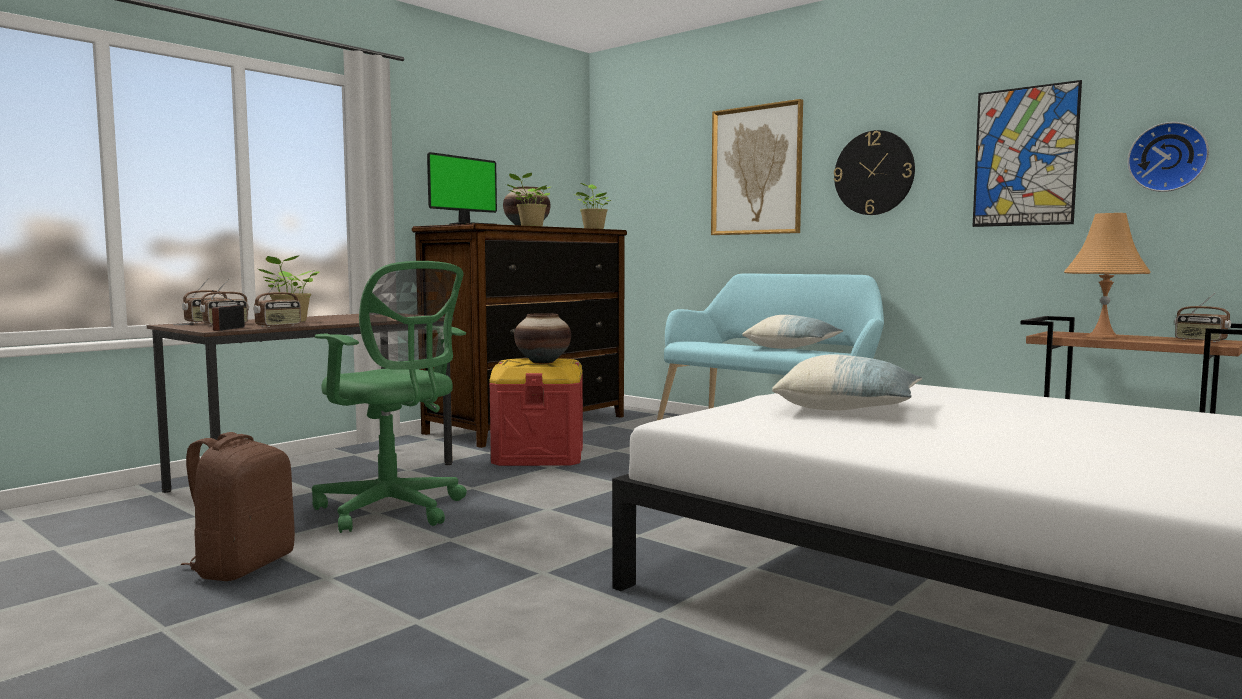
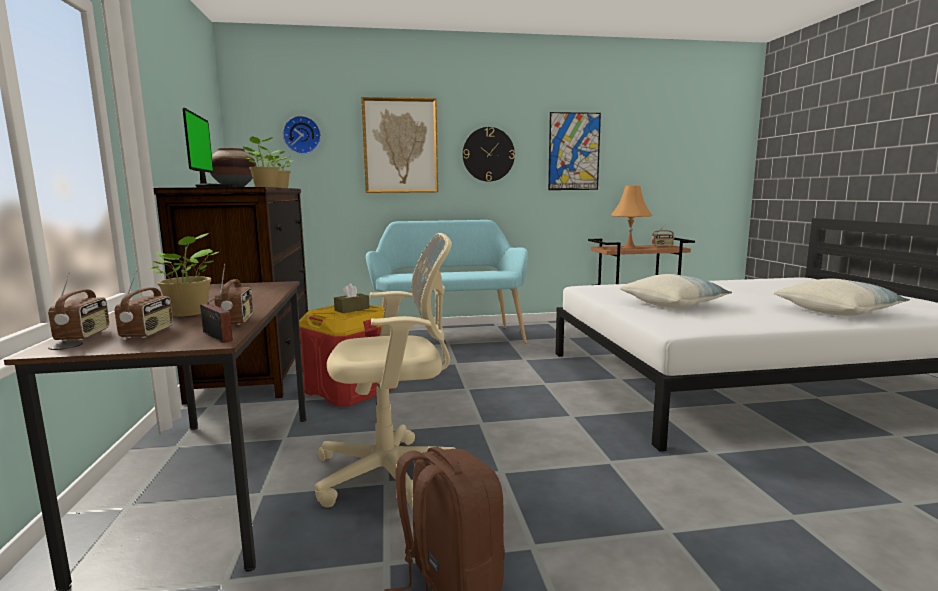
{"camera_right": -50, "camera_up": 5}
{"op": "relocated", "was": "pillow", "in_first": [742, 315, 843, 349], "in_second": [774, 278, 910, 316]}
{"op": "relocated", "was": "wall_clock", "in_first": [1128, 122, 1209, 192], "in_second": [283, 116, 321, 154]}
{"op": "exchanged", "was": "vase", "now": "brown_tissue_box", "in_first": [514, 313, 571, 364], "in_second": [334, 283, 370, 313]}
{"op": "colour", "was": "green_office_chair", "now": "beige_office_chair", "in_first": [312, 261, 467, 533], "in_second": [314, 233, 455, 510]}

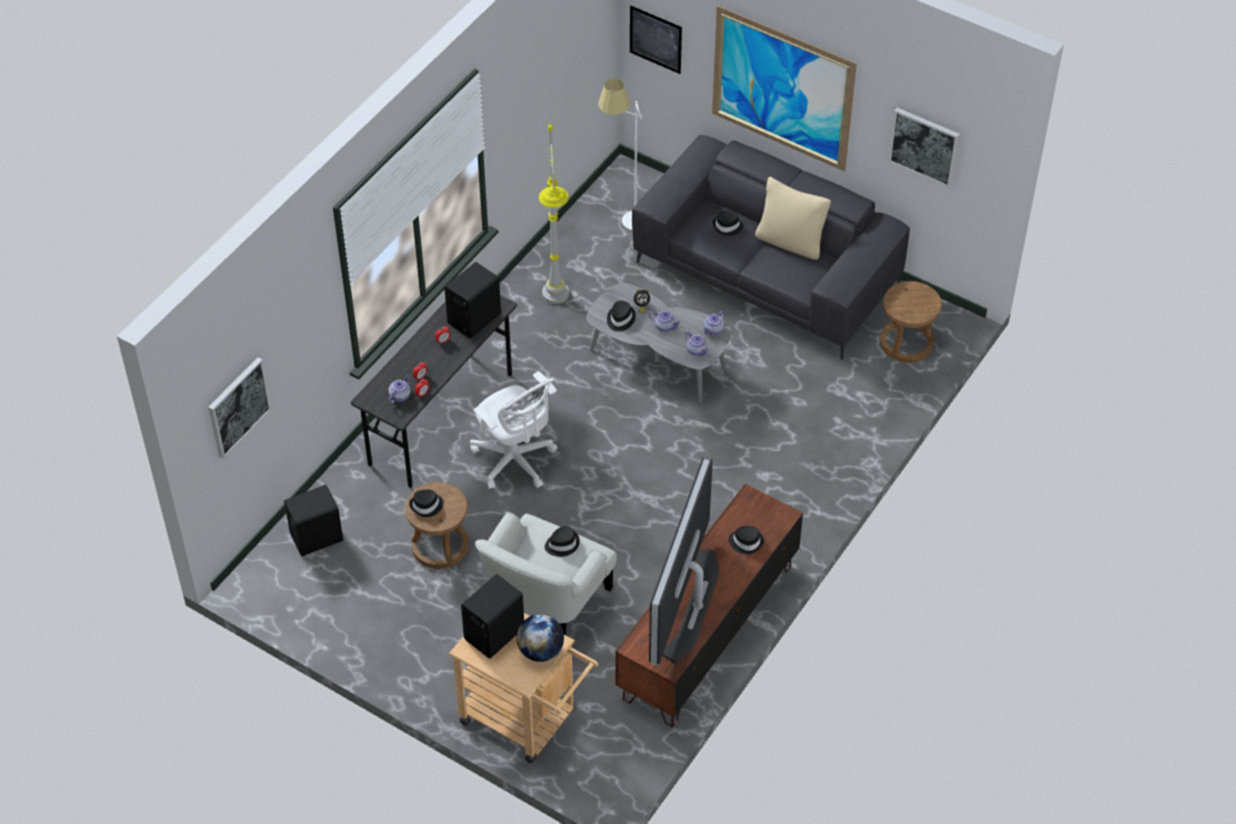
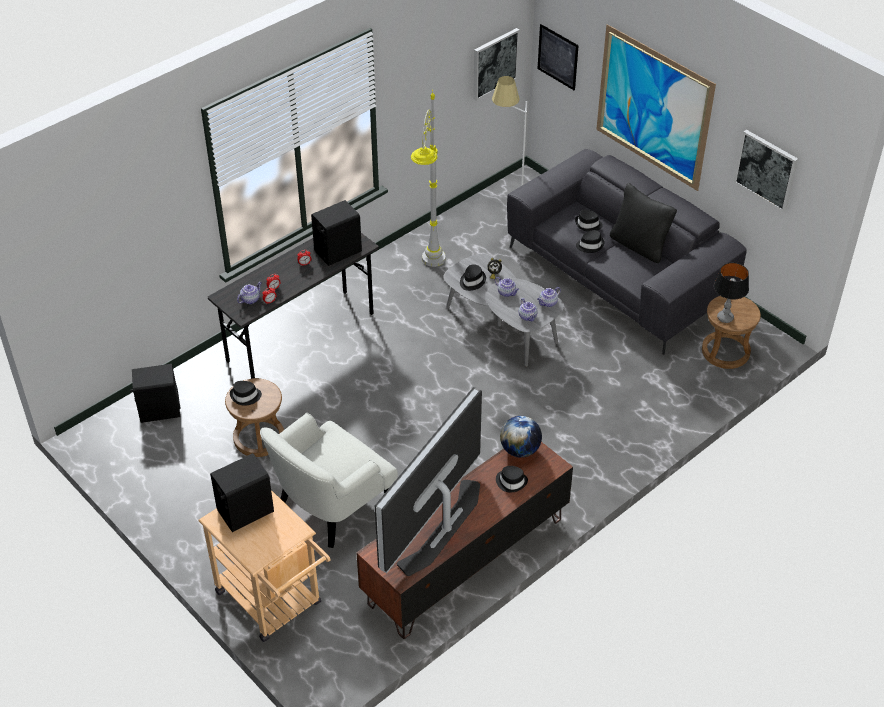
{"camera_right": 15, "camera_up": -5}
{"op": "missing", "was": "white_office_chair", "in_first": [470, 371, 558, 489]}
{"op": "appeared", "now": "table_lamp", "in_second": [714, 263, 749, 323]}
{"op": "relocated", "was": "picture", "in_first": [208, 357, 271, 459], "in_second": [473, 28, 520, 101]}
{"op": "relocated", "was": "globe", "in_first": [517, 614, 564, 662], "in_second": [500, 416, 542, 458]}
{"op": "relocated", "was": "black_hat", "in_first": [545, 526, 580, 557], "in_second": [576, 230, 605, 253]}
{"op": "colour", "was": "beige_pillow", "now": "black_pillow", "in_first": [755, 177, 831, 260], "in_second": [610, 183, 677, 263]}

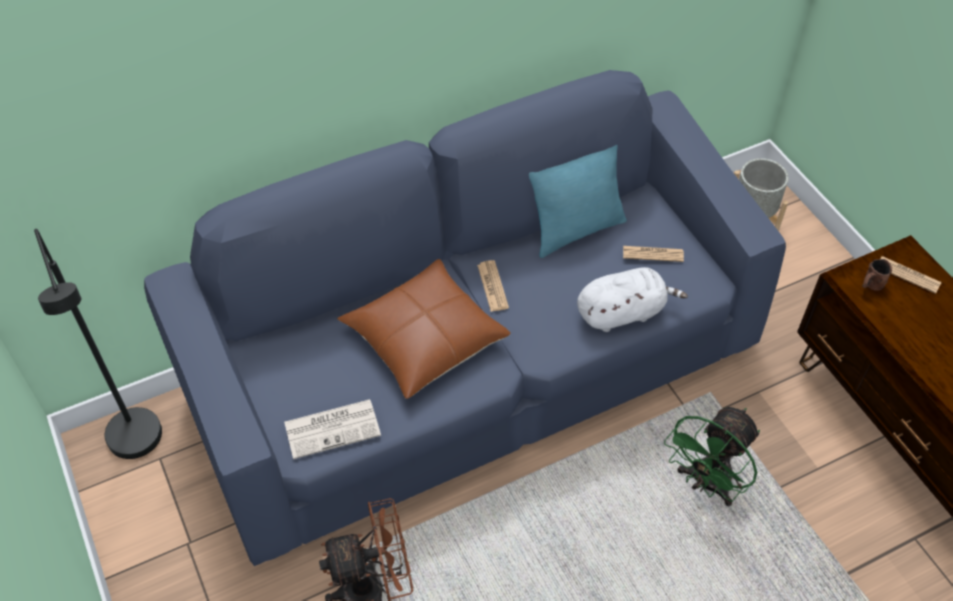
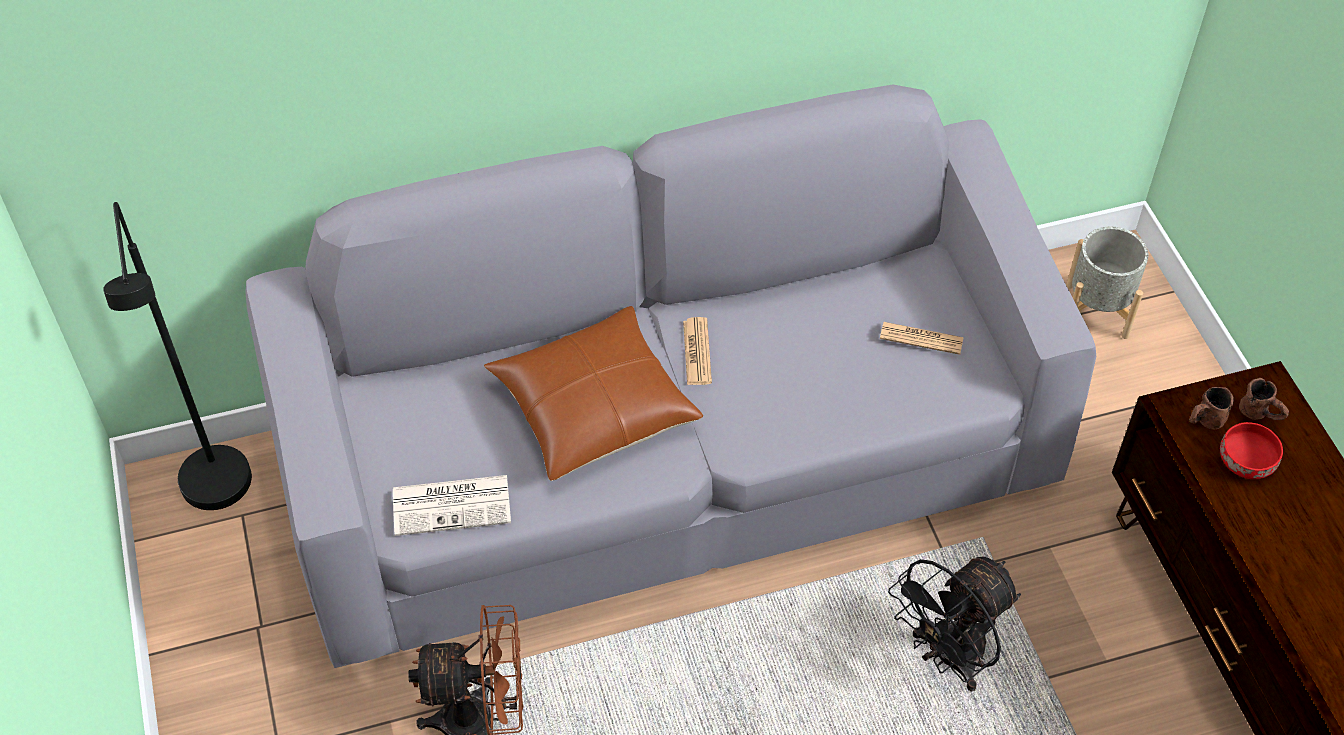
{"camera_right": 10, "camera_up": 0}
{"op": "missing", "was": "turquoise_pillow", "in_first": [529, 145, 627, 258]}
{"op": "missing", "was": "white_plush_toy", "in_first": [577, 267, 688, 332]}
{"op": "appeared", "now": "red_bowl", "in_second": [1220, 422, 1283, 479]}
{"op": "exchanged", "was": "newspaper", "now": "brown_mug", "in_first": [880, 256, 942, 294], "in_second": [1239, 378, 1289, 420]}
{"op": "colour", "was": "blue_sofa", "now": "grey_sofa", "in_first": [144, 70, 786, 566], "in_second": [245, 85, 1096, 668]}
{"op": "colour", "was": "green_fan", "now": "black_fan", "in_first": [664, 407, 760, 506], "in_second": [888, 557, 1021, 691]}

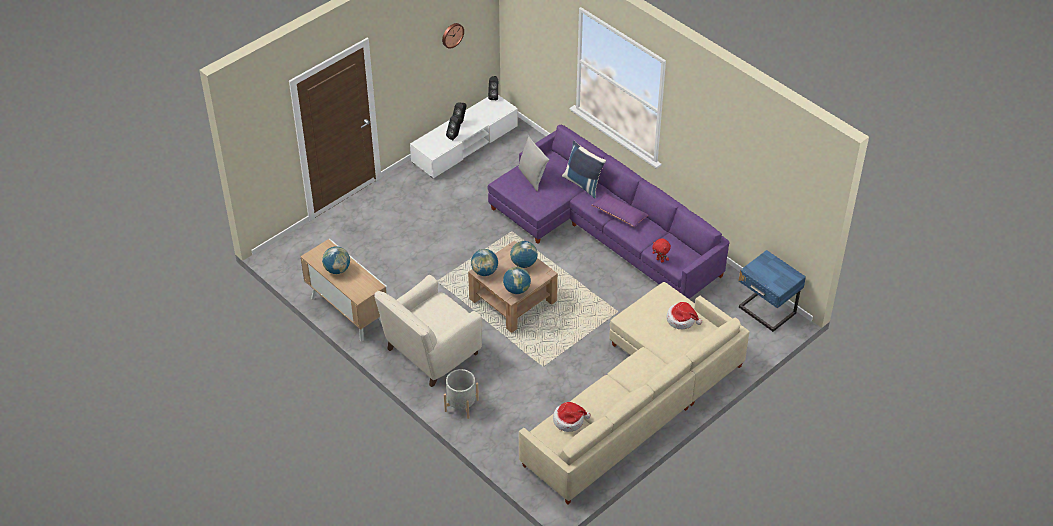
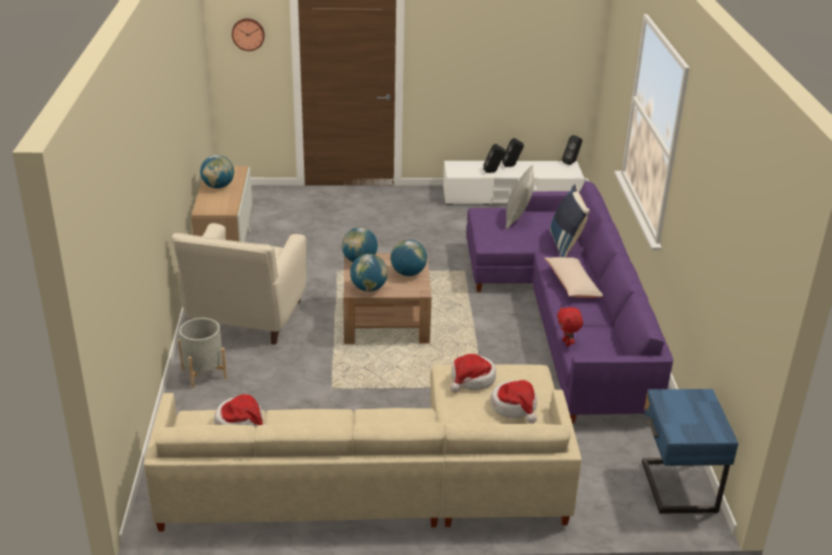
{"camera_right": 40, "camera_up": -15}
{"op": "appeared", "now": "hat", "in_second": [450, 354, 496, 393]}
{"op": "relocated", "was": "wall_clock", "in_first": [442, 23, 464, 49], "in_second": [232, 18, 265, 51]}
{"op": "colour", "was": "purple_pillow", "now": "beige_pillow", "in_first": [591, 193, 648, 227], "in_second": [544, 257, 603, 298]}
{"op": "spun", "was": "beige_armchair", "in_first": [375, 275, 482, 387], "in_second": [172, 223, 306, 345], "clockwise": -75}

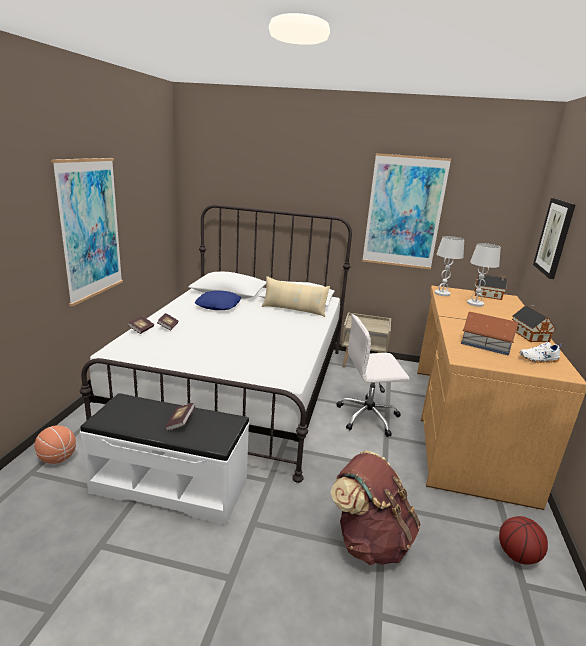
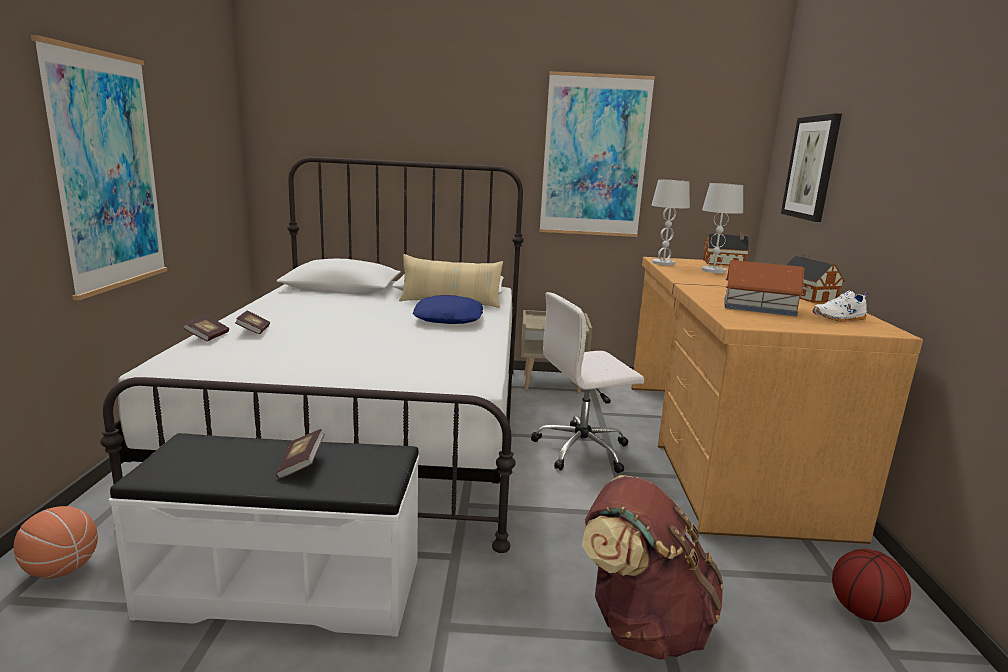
{"camera_right": -10, "camera_up": -5}
{"op": "relocated", "was": "blue_pillow", "in_first": [195, 290, 241, 310], "in_second": [413, 295, 483, 324]}

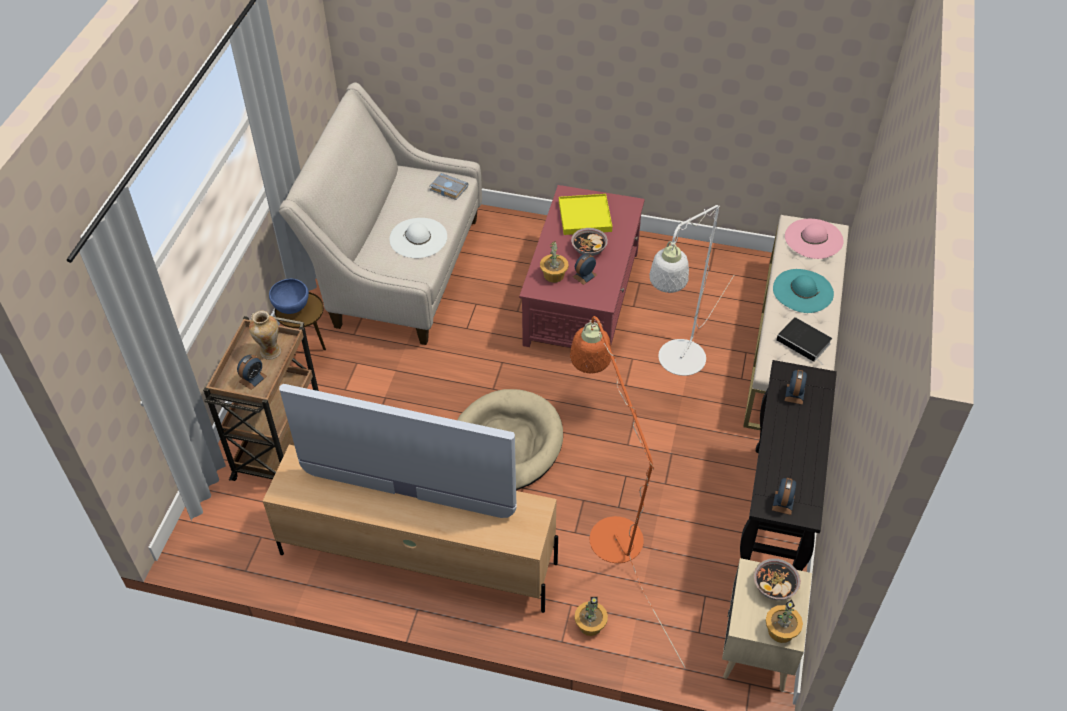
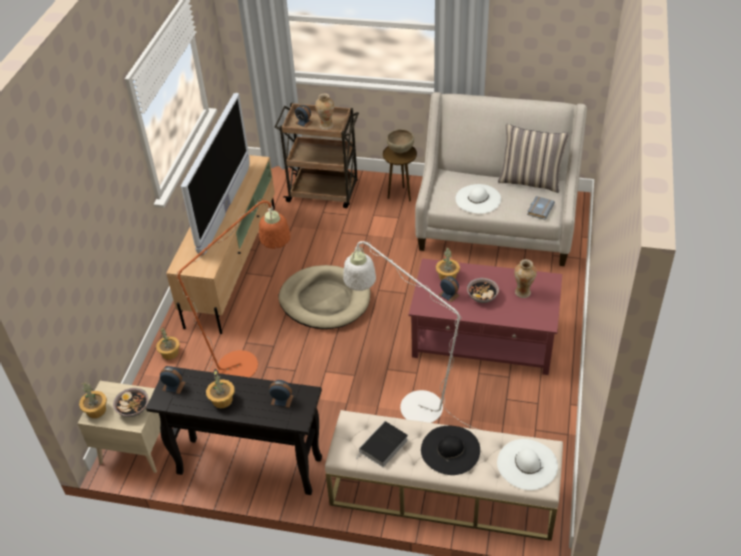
{"camera_right": 90, "camera_up": -5}
{"op": "appeared", "now": "potted_plant", "in_second": [206, 369, 235, 408]}
{"op": "appeared", "now": "pillow", "in_second": [498, 124, 570, 193]}
{"op": "exchanged", "was": "yellow_tray", "now": "vase", "in_first": [559, 194, 612, 235], "in_second": [514, 259, 537, 298]}
{"op": "colour", "was": "blue_bowl", "now": "brown_bowl", "in_first": [269, 279, 309, 314], "in_second": [387, 129, 414, 153]}
{"op": "colour", "was": "turquoise_hat", "now": "black_hat", "in_first": [773, 269, 834, 313], "in_second": [421, 426, 480, 475]}
{"op": "colour", "was": "pink_hat", "now": "white_hat", "in_first": [785, 219, 844, 259], "in_second": [497, 439, 558, 490]}

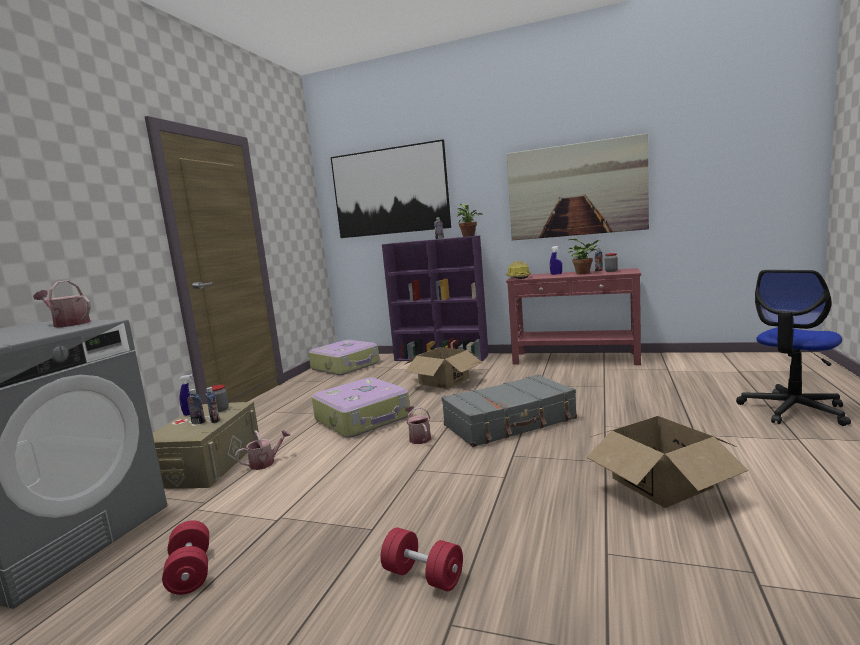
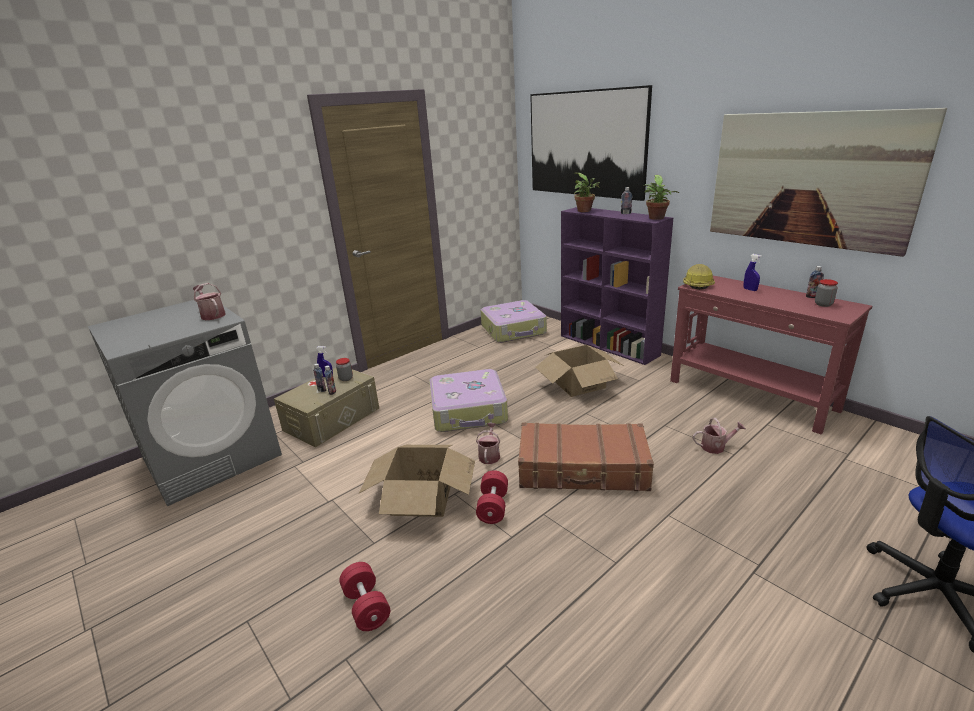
{"camera_right": 30, "camera_up": 15}
{"op": "relocated", "was": "red_dumbbell", "in_first": [162, 520, 209, 595], "in_second": [476, 470, 508, 524]}
{"op": "relocated", "was": "watering_can", "in_first": [235, 430, 290, 470], "in_second": [693, 418, 746, 454]}
{"op": "relocated", "was": "potted_plant", "in_first": [567, 239, 601, 274], "in_second": [573, 173, 600, 212]}
{"op": "relocated", "was": "cardboard_box", "in_first": [587, 416, 748, 508], "in_second": [359, 445, 475, 517]}
{"op": "colour", "was": "grey_suitcase", "now": "brown_suitcase", "in_first": [441, 374, 577, 447], "in_second": [518, 422, 654, 491]}

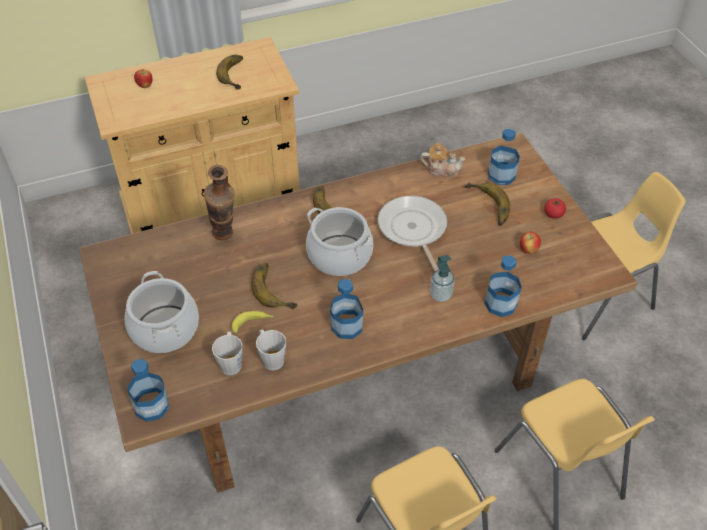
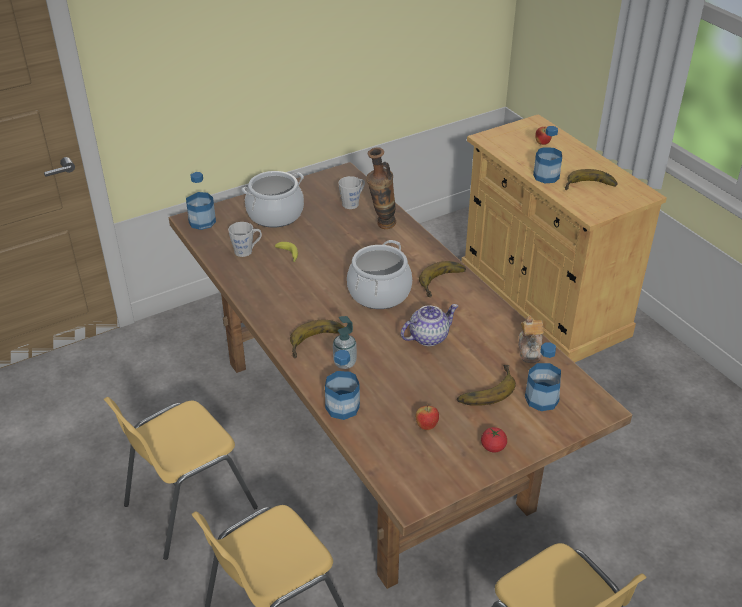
{"camera_right": 80, "camera_up": -10}
{"op": "relocated", "was": "banana", "in_first": [251, 263, 297, 309], "in_second": [290, 320, 344, 358]}
{"op": "relocated", "was": "grey_mug", "in_first": [256, 329, 286, 371], "in_second": [338, 176, 365, 209]}
{"op": "relocated", "was": "bottle", "in_first": [330, 279, 363, 339], "in_second": [533, 126, 562, 183]}
{"op": "exchanged", "was": "frying_pan", "now": "teapot", "in_first": [378, 196, 447, 271], "in_second": [401, 304, 458, 346]}

